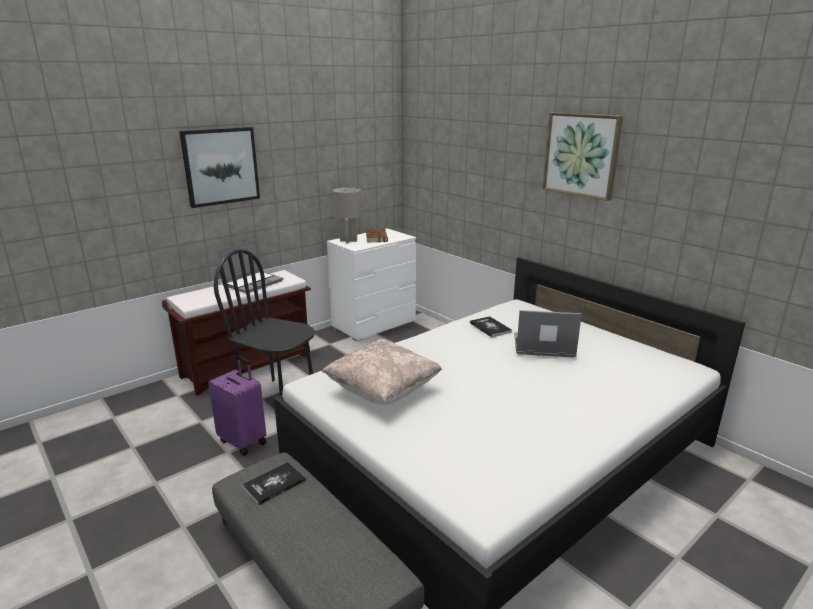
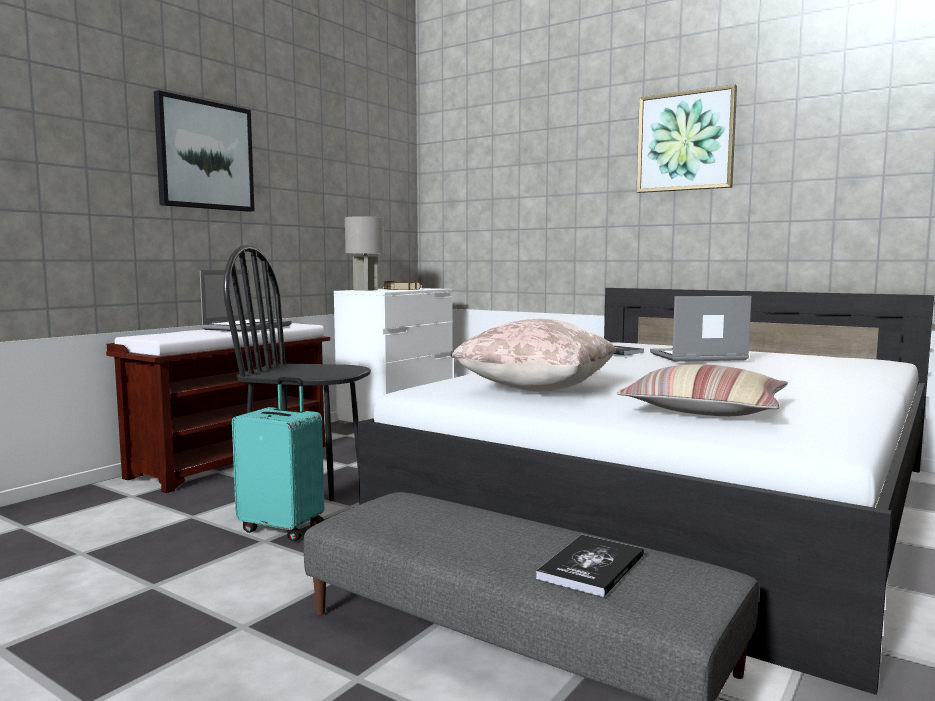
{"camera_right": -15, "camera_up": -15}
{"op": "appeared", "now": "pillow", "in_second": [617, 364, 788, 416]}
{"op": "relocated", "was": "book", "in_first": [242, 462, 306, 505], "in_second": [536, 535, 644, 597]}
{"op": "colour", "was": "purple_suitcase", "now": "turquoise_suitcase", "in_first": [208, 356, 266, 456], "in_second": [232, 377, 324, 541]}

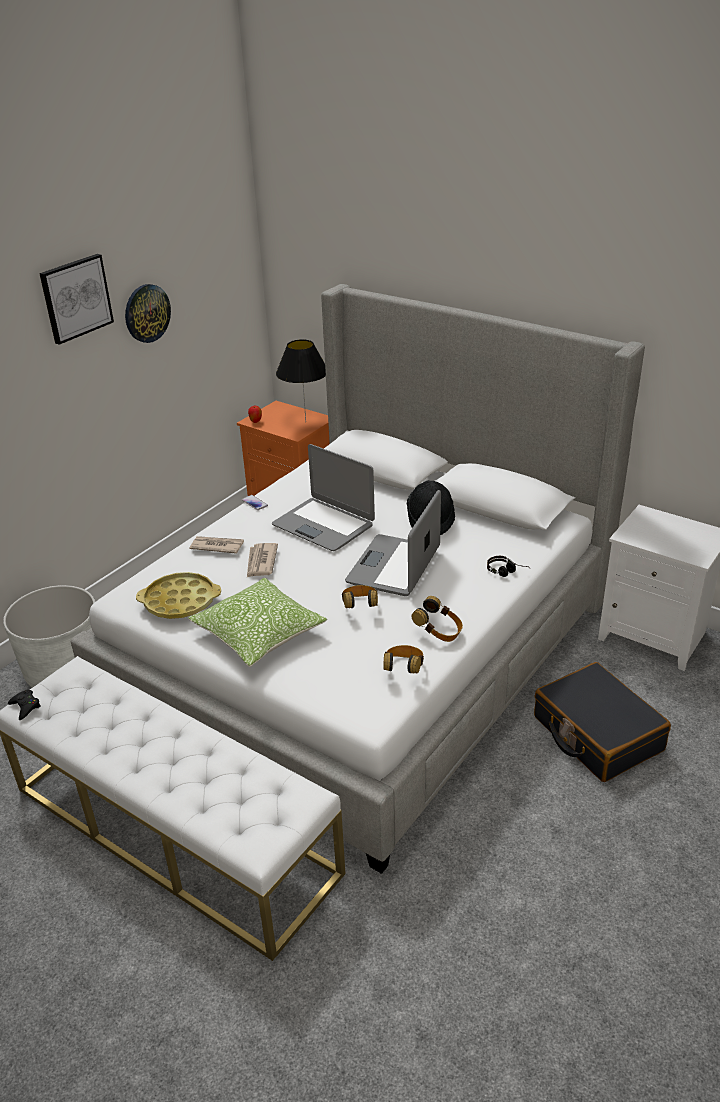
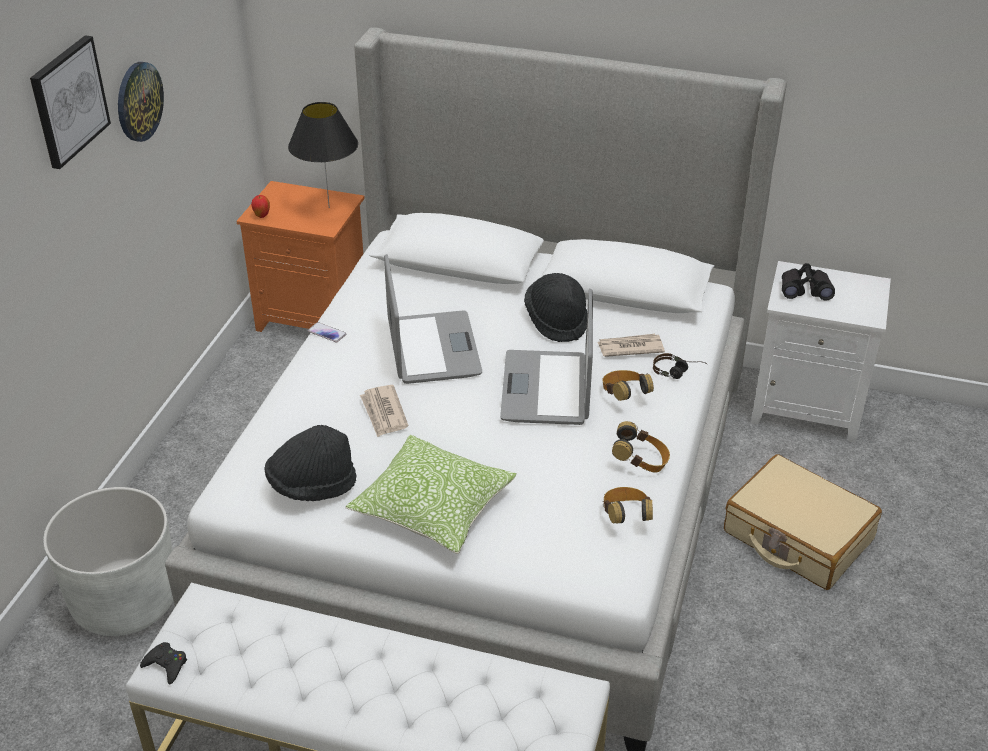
{"camera_right": -20, "camera_up": 5}
{"op": "appeared", "now": "black_binoculars", "in_second": [782, 263, 835, 301]}
{"op": "relocated", "was": "newspaper", "in_first": [190, 536, 244, 554], "in_second": [597, 334, 665, 357]}
{"op": "relocated", "was": "headphones", "in_first": [342, 585, 378, 608], "in_second": [602, 370, 654, 401]}
{"op": "exchanged", "was": "yellow_tray", "now": "black_hat", "in_first": [136, 572, 221, 619], "in_second": [264, 425, 356, 501]}
{"op": "colour", "was": "black_suitcase", "now": "beige_suitcase", "in_first": [534, 662, 671, 782], "in_second": [724, 454, 882, 590]}
{"op": "spun", "was": "laptop", "in_first": [272, 444, 375, 551], "in_second": [384, 254, 482, 384], "clockwise": -120}

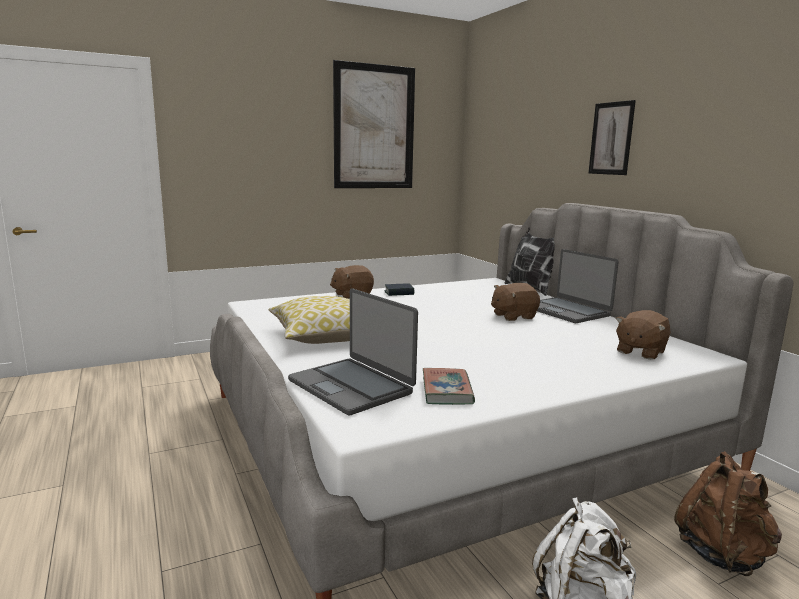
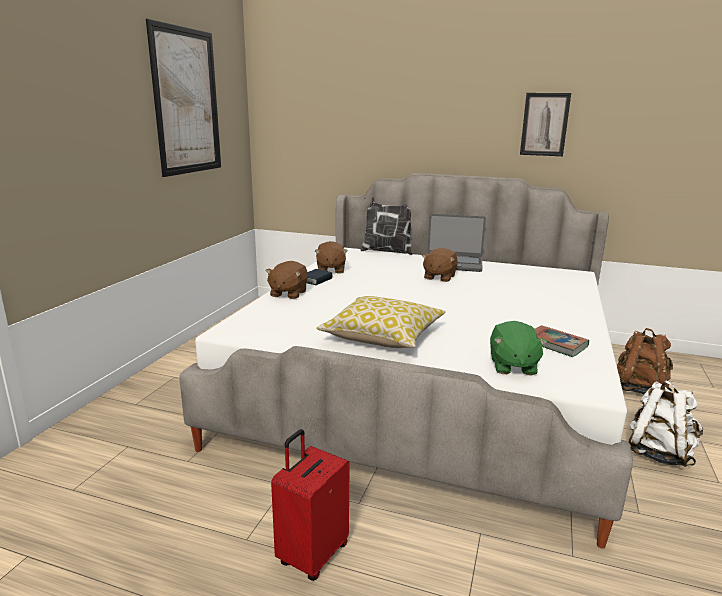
{"camera_right": -45, "camera_up": 5}
{"op": "appeared", "now": "red_suitcase", "in_second": [271, 429, 350, 581]}
{"op": "relocated", "was": "picture", "in_first": [589, 100, 636, 175], "in_second": [520, 93, 571, 156]}
{"op": "relocated", "was": "brown_plush_toy", "in_first": [615, 310, 671, 360], "in_second": [315, 241, 348, 274]}
{"op": "exchanged", "was": "laptop", "now": "green_plush_toy", "in_first": [288, 288, 418, 416], "in_second": [490, 321, 547, 375]}

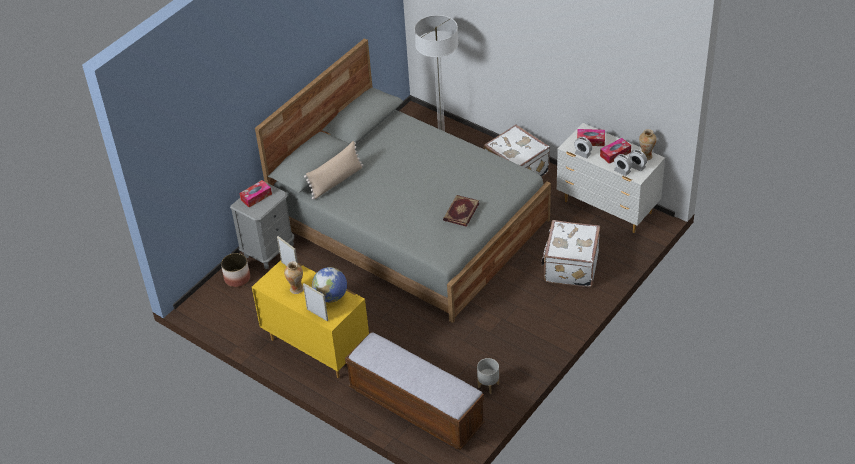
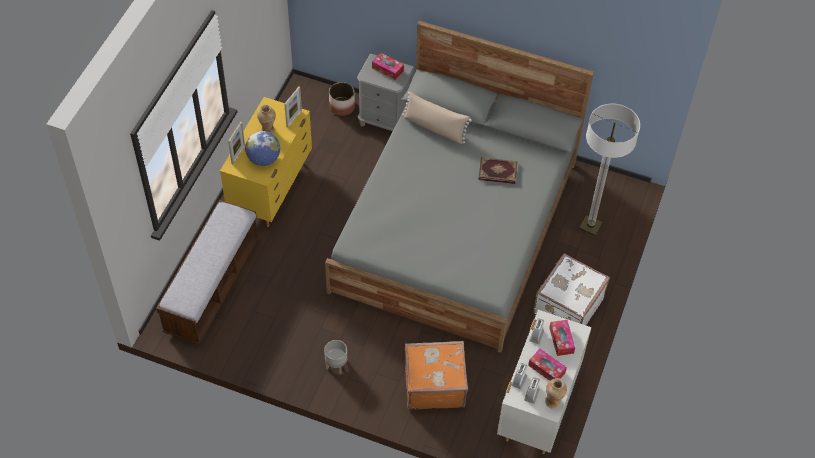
{"camera_right": 70, "camera_up": 10}
{"op": "relocated", "was": "book", "in_first": [443, 195, 479, 227], "in_second": [479, 157, 517, 184]}
{"op": "relocated", "was": "grey_planter", "in_first": [477, 358, 499, 394], "in_second": [324, 340, 347, 374]}
{"op": "colour", "was": "white_suitcase", "now": "orange_suitcase", "in_first": [541, 220, 600, 287], "in_second": [405, 341, 468, 410]}

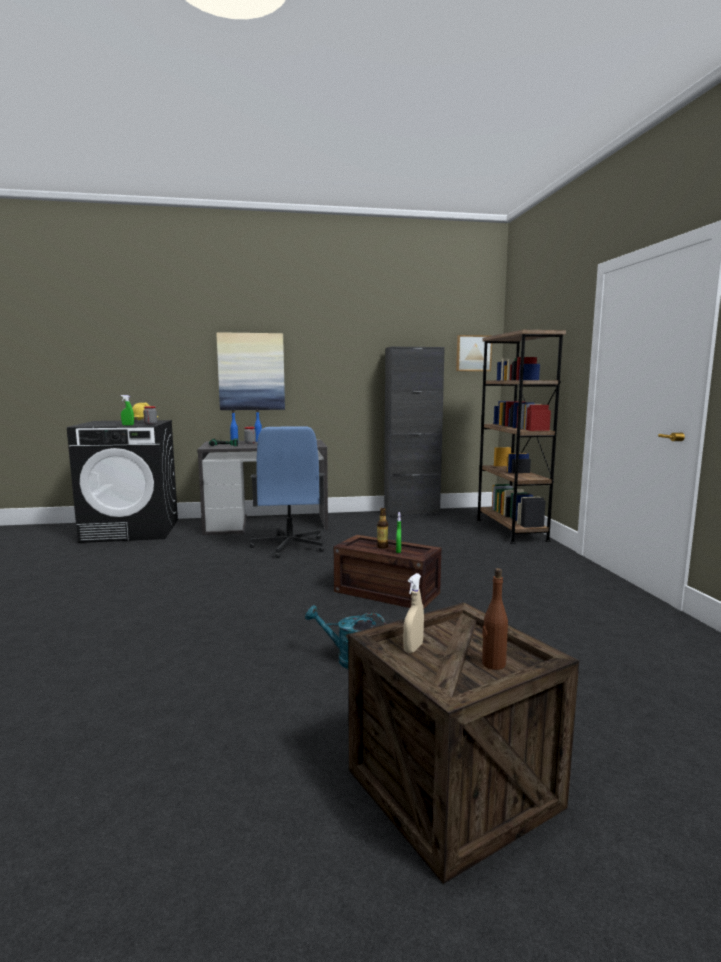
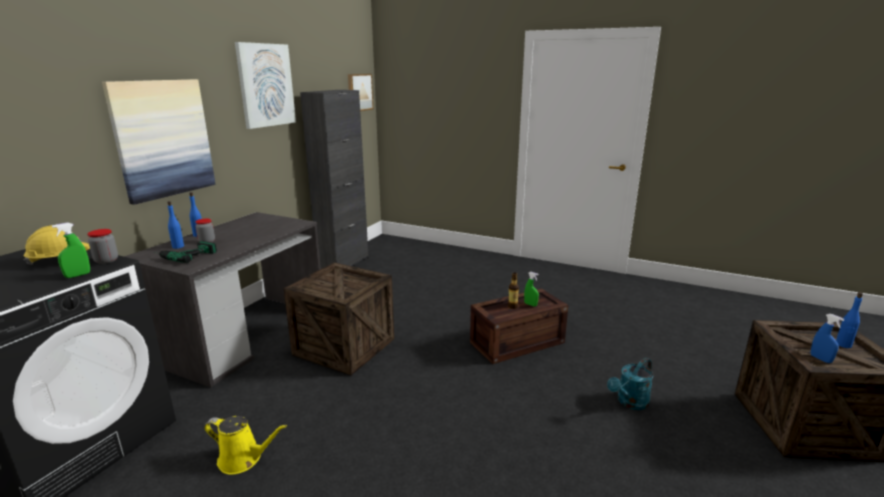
{"camera_right": -55, "camera_up": 10}
{"op": "missing", "was": "brown_bookcase", "in_first": [476, 330, 566, 544]}
{"op": "appeared", "now": "yellow_watering_can", "in_second": [204, 416, 287, 475]}
{"op": "appeared", "now": "picture", "in_second": [235, 42, 296, 129]}
{"op": "exchanged", "was": "blue_office_chair", "now": "crate", "in_first": [249, 426, 325, 558], "in_second": [284, 262, 394, 375]}
{"op": "colour", "was": "beige_spray_bottle", "now": "blue_spray_bottle", "in_first": [403, 573, 424, 653], "in_second": [810, 314, 844, 363]}
{"op": "colour", "was": "brown_bottle", "now": "blue_bottle", "in_first": [482, 568, 508, 670], "in_second": [836, 292, 863, 348]}

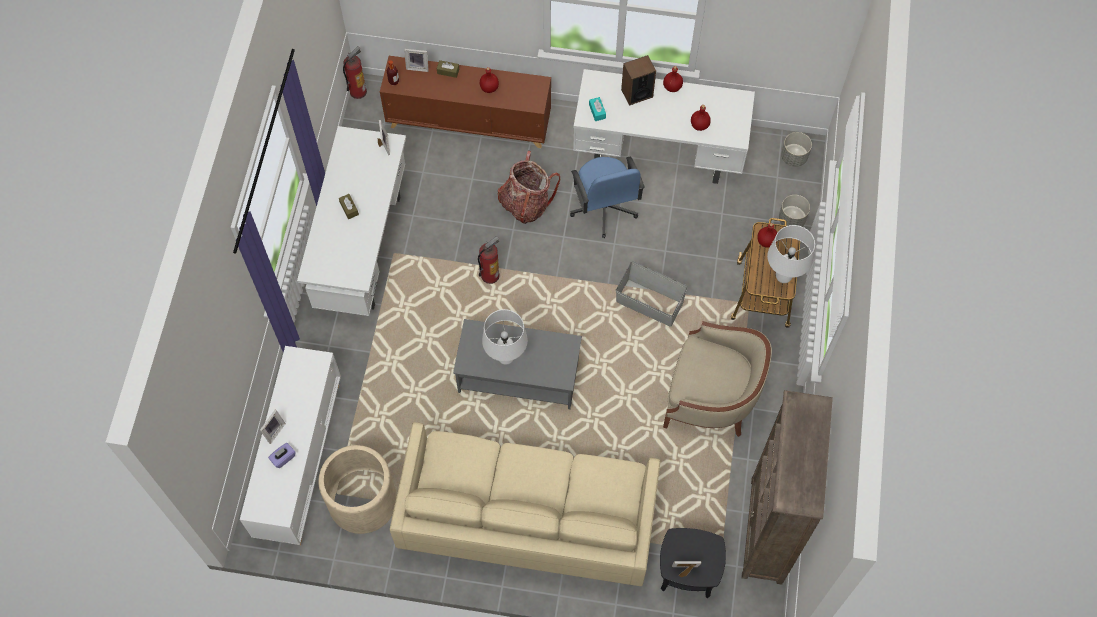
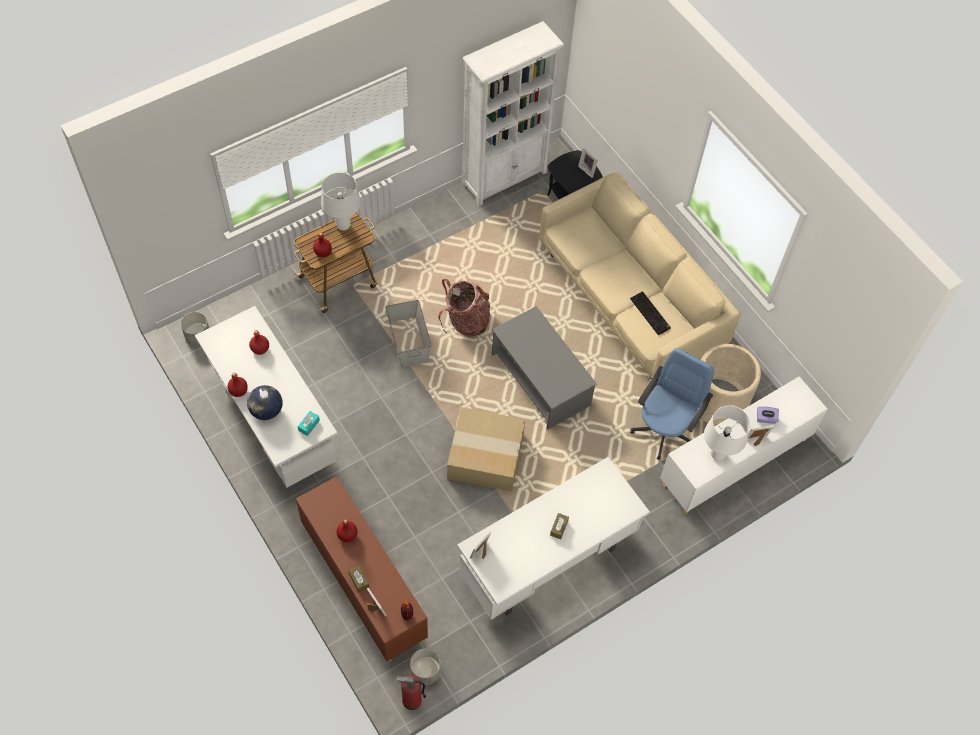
{"camera_right": -135, "camera_up": -5}
{"op": "missing", "was": "beige_armchair", "in_first": [663, 321, 772, 437]}
{"op": "appeared", "now": "keyboard", "in_second": [630, 291, 671, 335]}
{"op": "relocated", "was": "white_table_lamp", "in_first": [482, 309, 528, 365], "in_second": [704, 405, 751, 461]}
{"op": "relocated", "was": "backpack", "in_first": [497, 151, 561, 224], "in_second": [438, 279, 490, 336]}
{"op": "relocated", "was": "blue_office_chair", "in_first": [570, 157, 645, 238], "in_second": [630, 348, 714, 460]}
{"op": "relocated", "was": "grey_planter", "in_first": [779, 195, 810, 227], "in_second": [410, 648, 440, 685]}
{"op": "exchanged", "was": "fire_extinguisher", "now": "cardboard_box", "in_first": [478, 236, 499, 284], "in_second": [447, 407, 525, 491]}
{"op": "exchanged", "was": "speaker", "now": "globe", "in_first": [621, 55, 656, 106], "in_second": [247, 385, 283, 420]}
{"op": "colour", "was": "brown_bookcase", "now": "white_bookcase", "in_first": [741, 390, 833, 584], "in_second": [462, 21, 564, 206]}

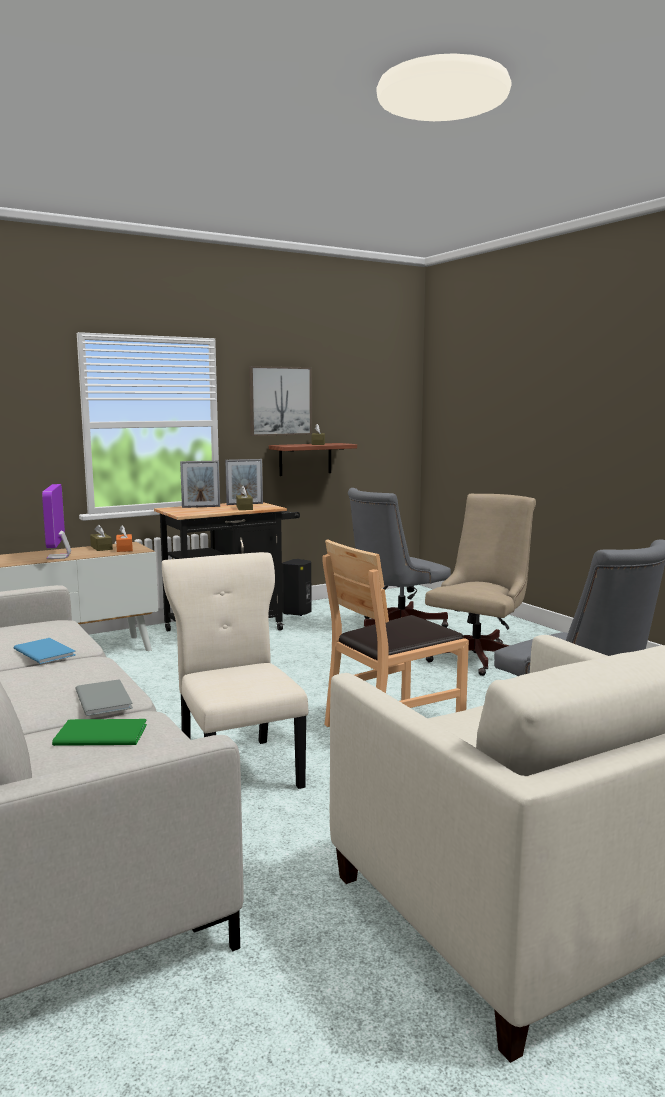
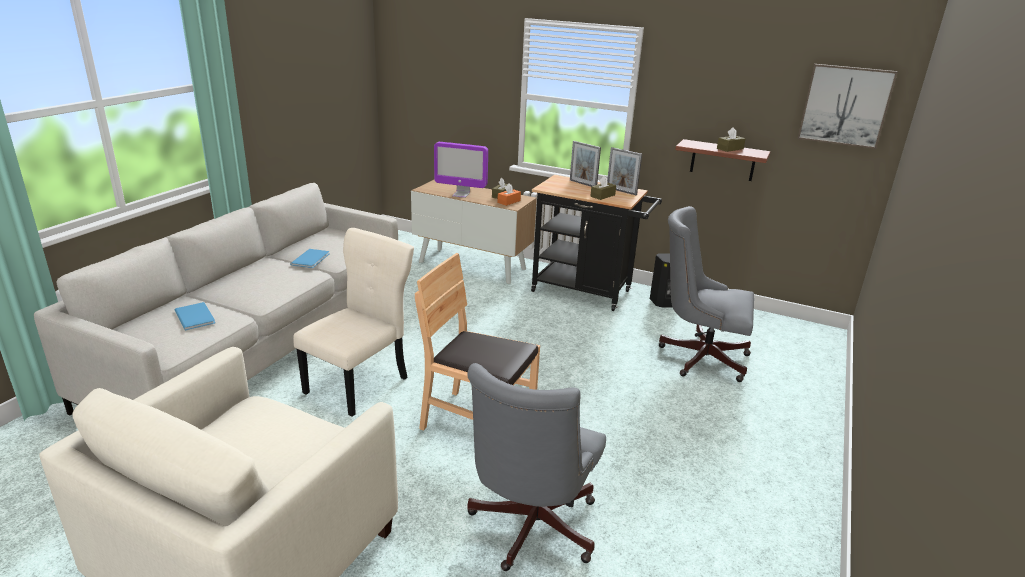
{"camera_right": 55, "camera_up": 15}
{"op": "missing", "was": "grey_book", "in_first": [76, 679, 133, 716]}
{"op": "missing", "was": "beige_office_chair", "in_first": [425, 494, 536, 676]}
{"op": "relocated", "was": "picture", "in_first": [249, 366, 312, 436], "in_second": [797, 64, 898, 149]}
{"op": "colour", "was": "green_book", "now": "blue_book", "in_first": [52, 719, 147, 746], "in_second": [175, 302, 215, 330]}
{"op": "spun", "was": "monitor", "in_first": [42, 484, 71, 559], "in_second": [434, 142, 488, 198], "clockwise": -120}

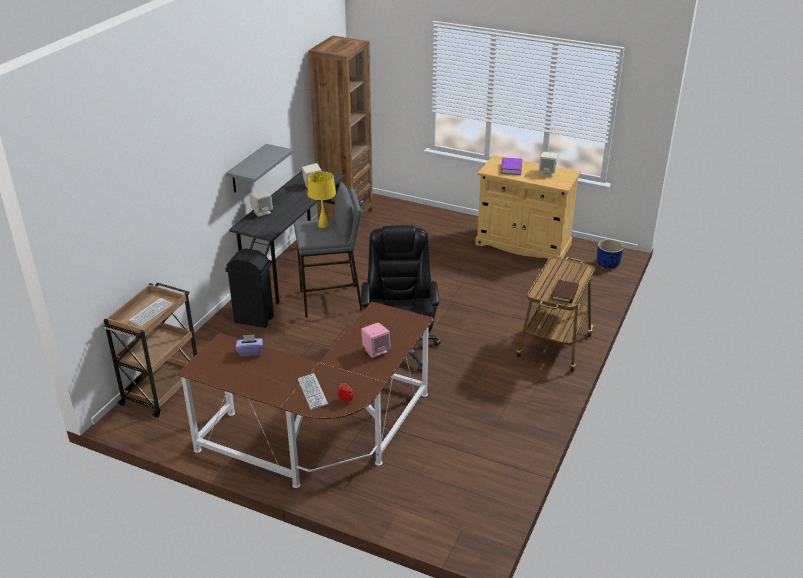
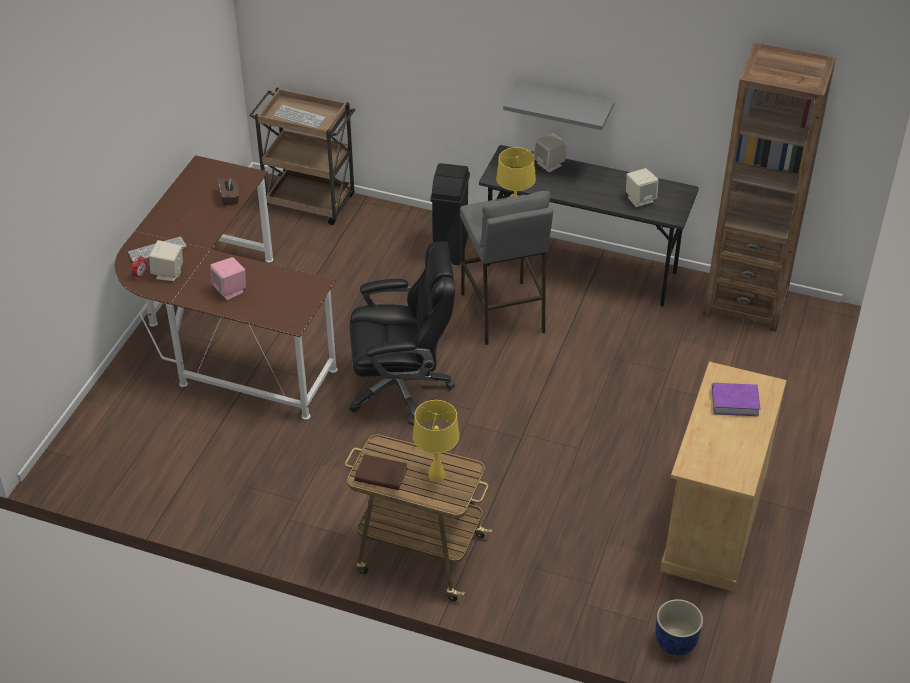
{"camera_right": 85, "camera_up": 10}
{"op": "appeared", "now": "yellow_table_lamp", "in_second": [413, 400, 460, 482]}
{"op": "relocated", "was": "beige_speaker", "in_first": [539, 152, 558, 176], "in_second": [149, 240, 183, 281]}
{"op": "colour", "was": "purple_tissue_box", "now": "brown_tissue_box", "in_first": [236, 335, 263, 357], "in_second": [218, 178, 239, 206]}

